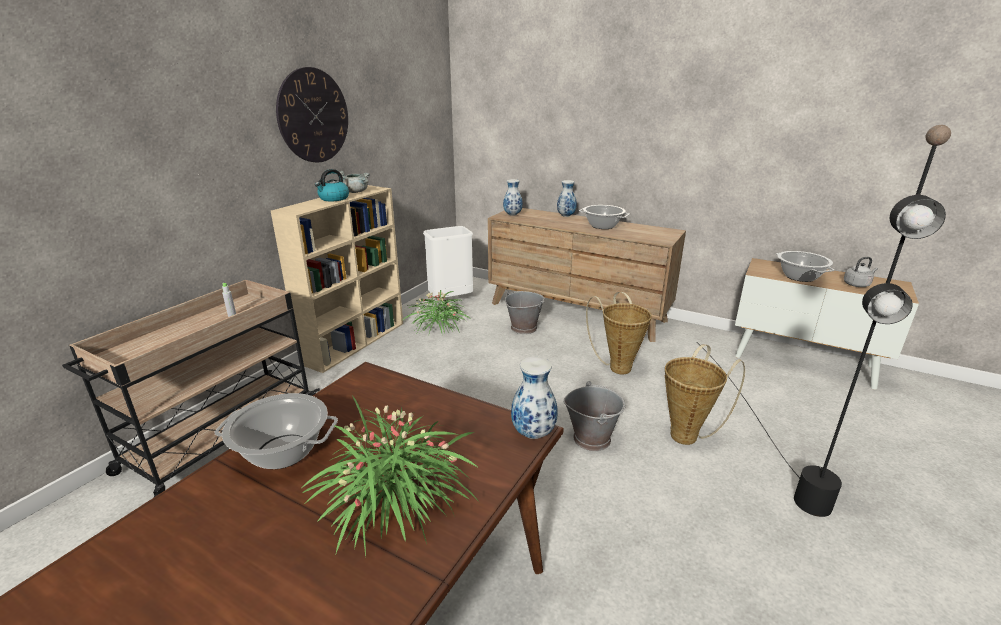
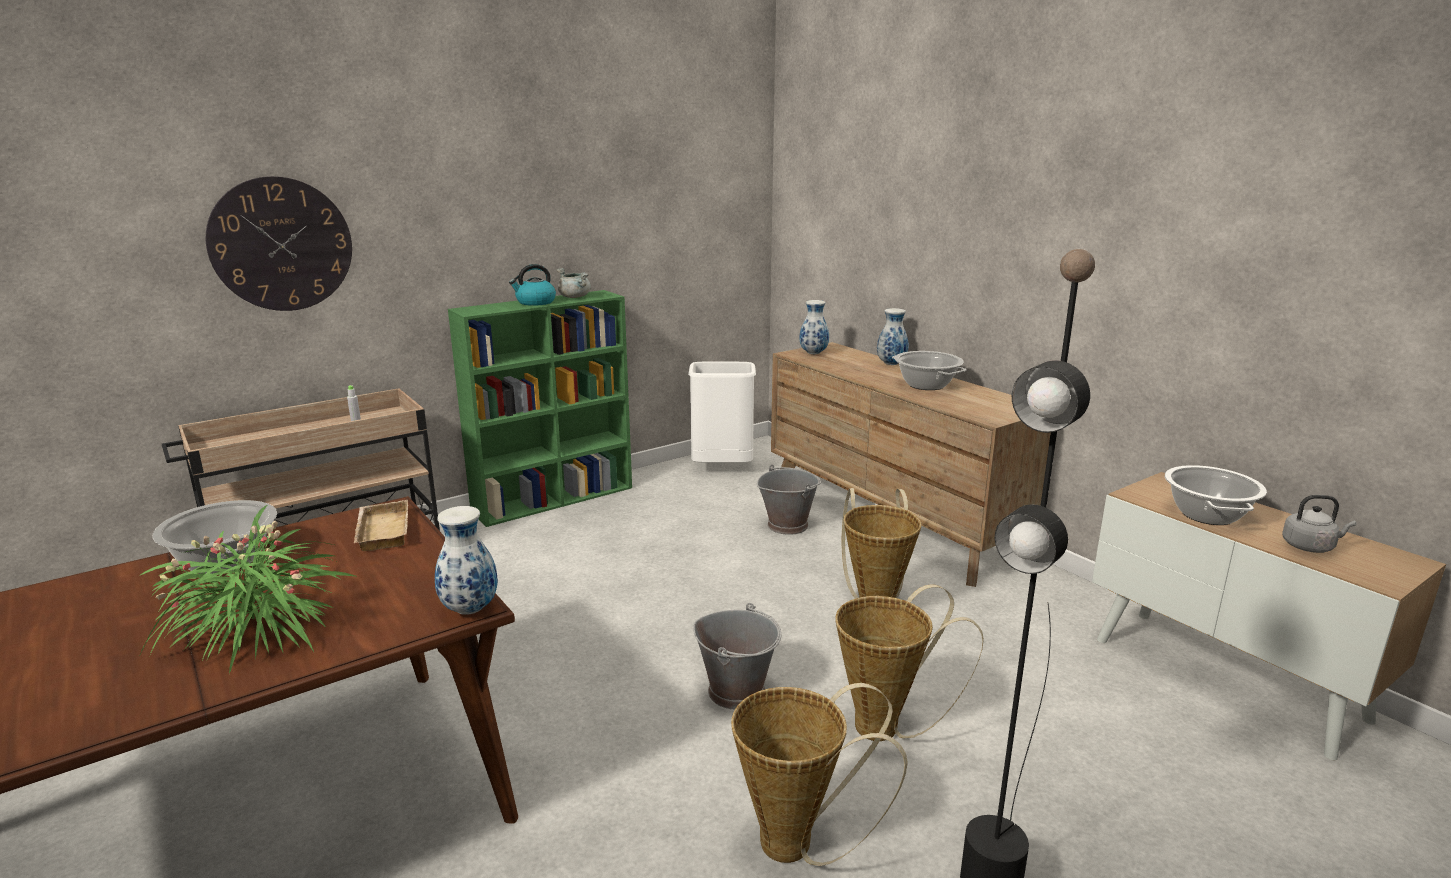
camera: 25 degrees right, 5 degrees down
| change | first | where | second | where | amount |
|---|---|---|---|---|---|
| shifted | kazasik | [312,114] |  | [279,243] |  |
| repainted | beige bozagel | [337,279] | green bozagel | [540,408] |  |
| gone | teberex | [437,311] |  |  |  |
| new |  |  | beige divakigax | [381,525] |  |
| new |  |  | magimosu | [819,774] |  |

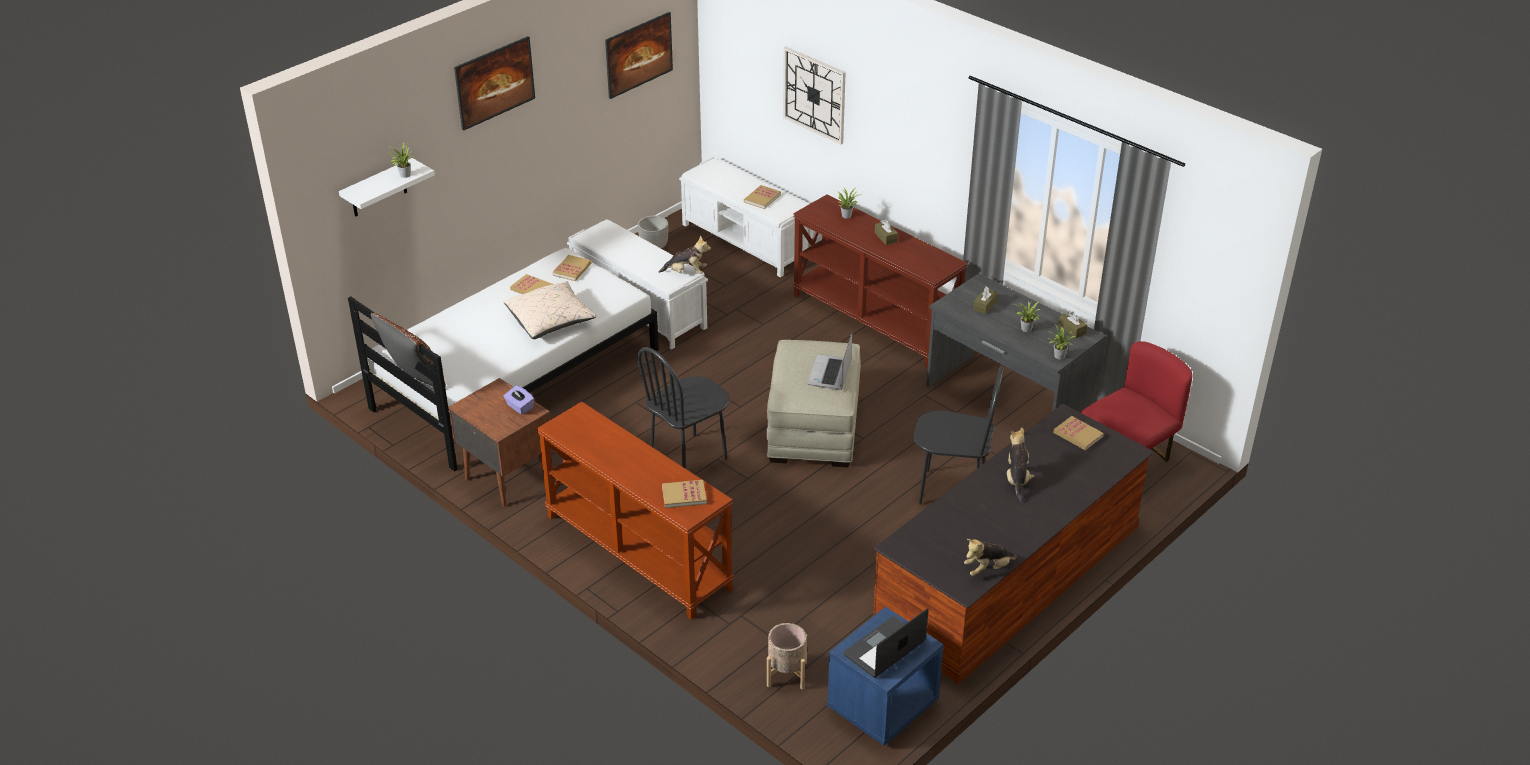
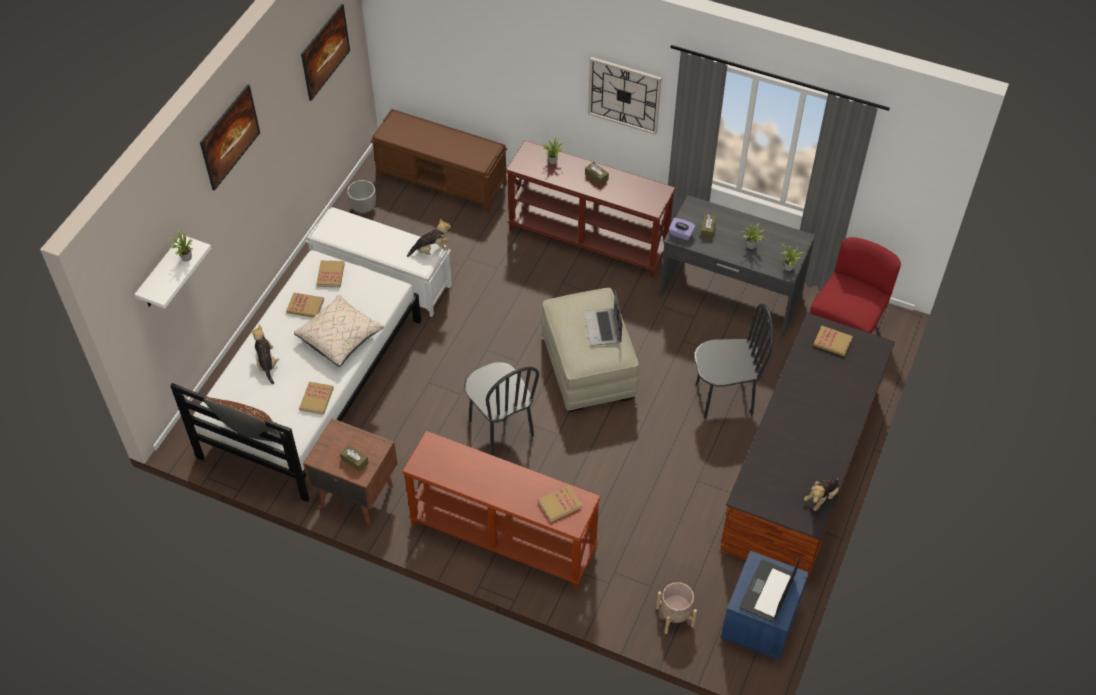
camera: 20 degrees left, 15 degrees up
| change | first | where | second | where | amount |
|---|---|---|---|---|---|
| shifted | kazasik | [814,96] |  | [625,96] |  |
| repainted | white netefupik | [746,216] | brown netefupik | [439,161] |  |
| shifted | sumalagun | [762,197] |  | [316,398] |  |
| shifted | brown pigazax | [1072,325] |  | [354,458] |  |
| rotated | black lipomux | [683,408] |  | [501,409] | 60 degrees counterclockwise |
| shifted | purple pigazax | [518,400] |  | [682,229] |  |
| shifted | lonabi | [1020,464] |  | [265,354] |  |

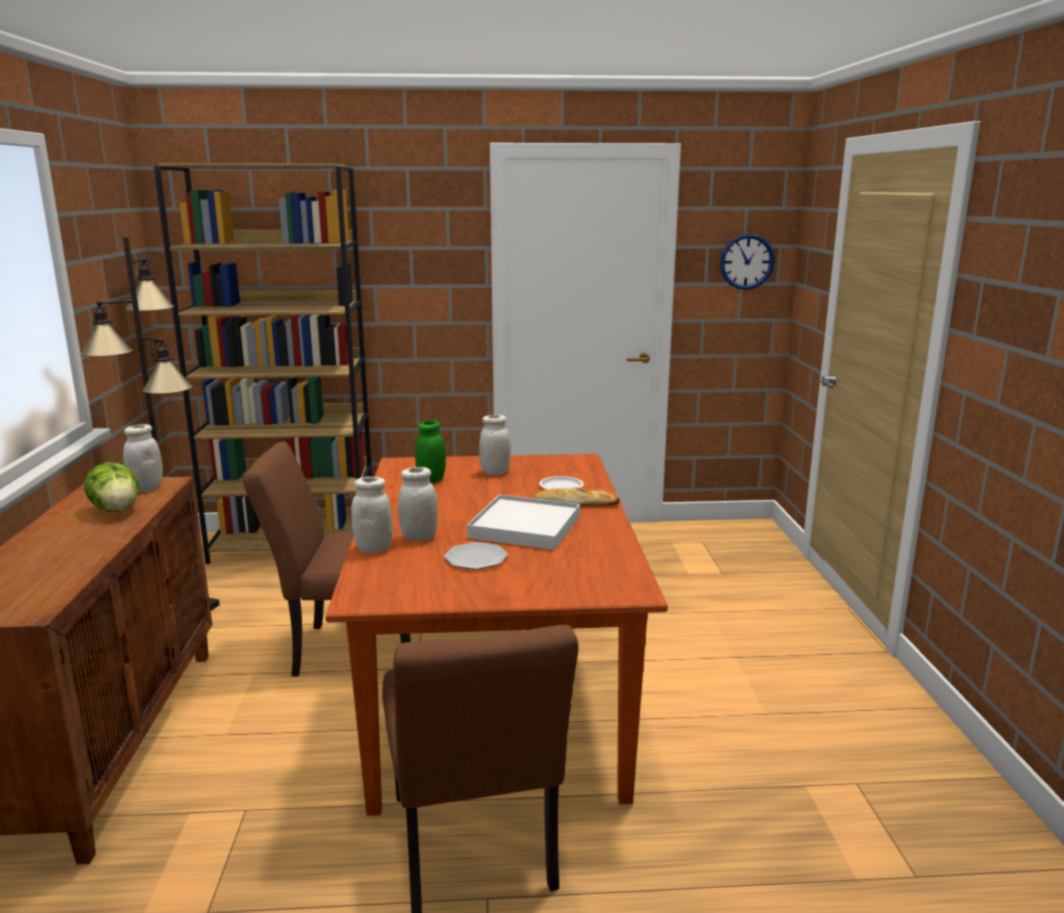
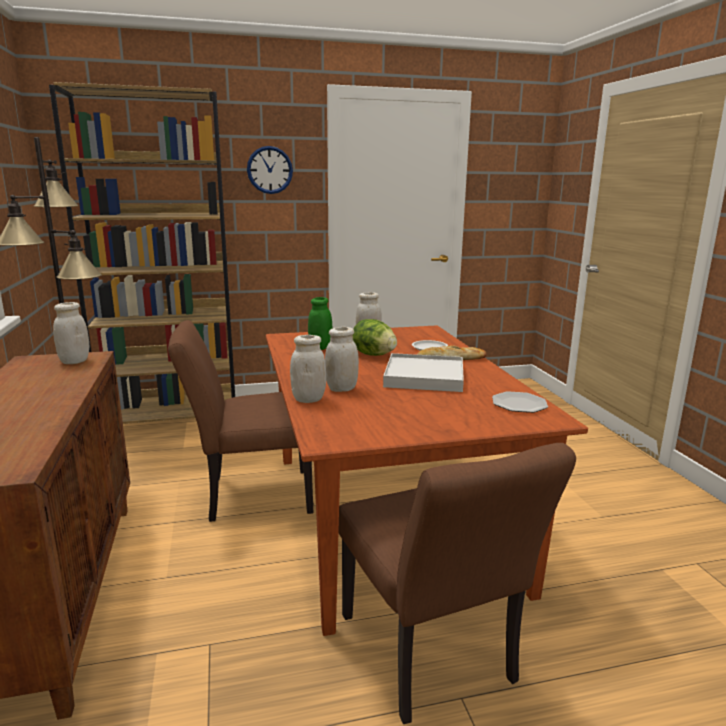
camera: 10 degrees left, 0 degrees up
| change | first | where | second | where | amount |
|---|---|---|---|---|---|
| shifted | kazasik | [747,262] |  | [270,170] |  |
| shifted | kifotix | [111,487] |  | [375,337] |  |
| shifted | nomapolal | [476,556] |  | [520,402] |  |

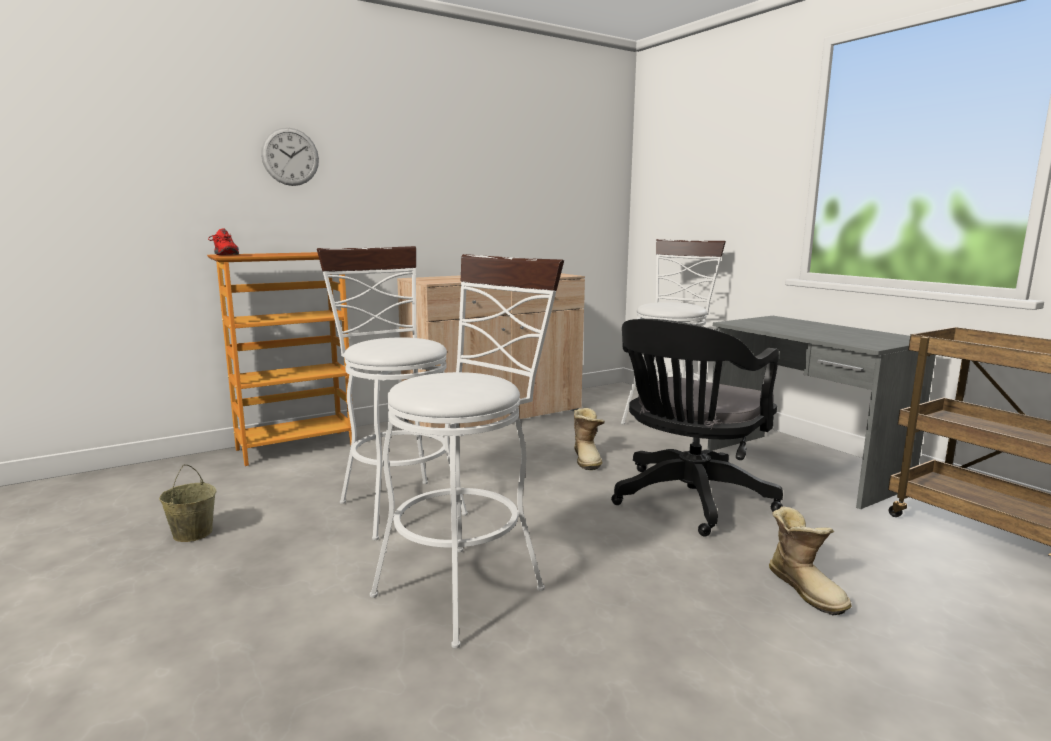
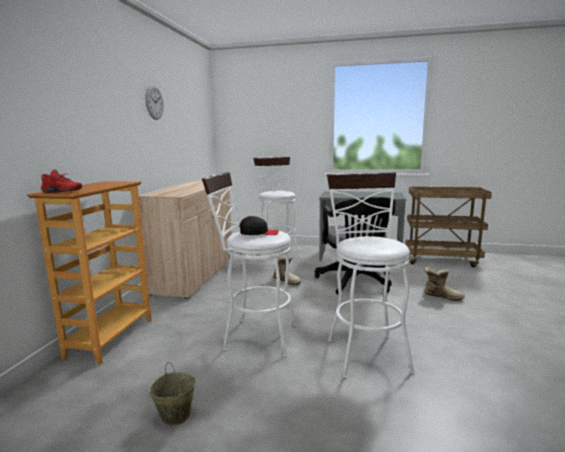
camera: 45 degrees left, 0 degrees up
| change | first | where | second | where | amount |
|---|---|---|---|---|---|
| shifted | kazasik | [290,156] |  | [154,102] |  |
| new |  |  | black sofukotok | [259,225] |  |

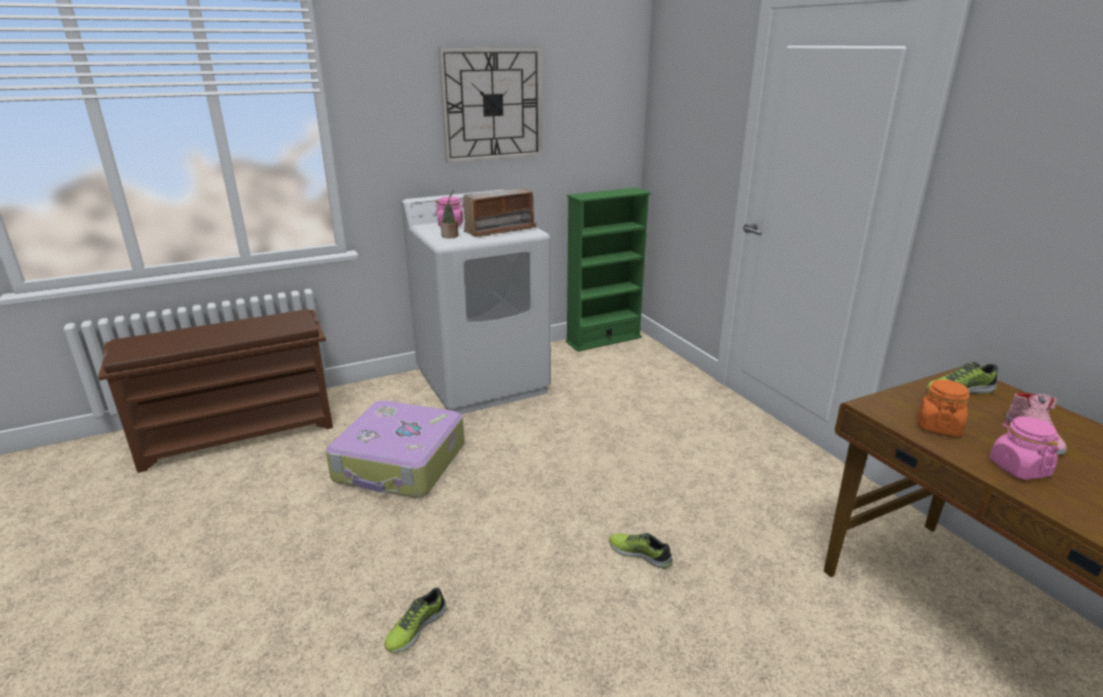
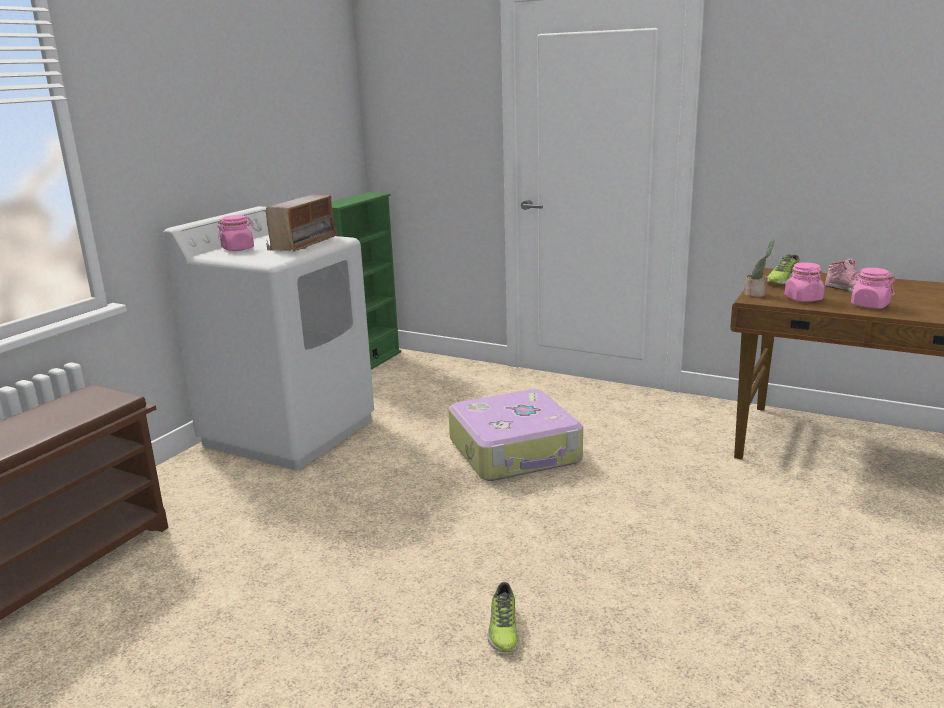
camera: 35 degrees left, 5 degrees down
| change | first | where | second | where | amount |
|---|---|---|---|---|---|
| gone | kazasik | [490,105] |  |  |  |
| shifted | teberex | [449,214] |  | [760,268] |  |
| repainted | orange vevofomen | [943,408] | pink vevofomen | [804,282] |  |
| shifted | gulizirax | [395,449] |  | [515,435] |  |
| gone | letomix | [641,551] |  |  |  |

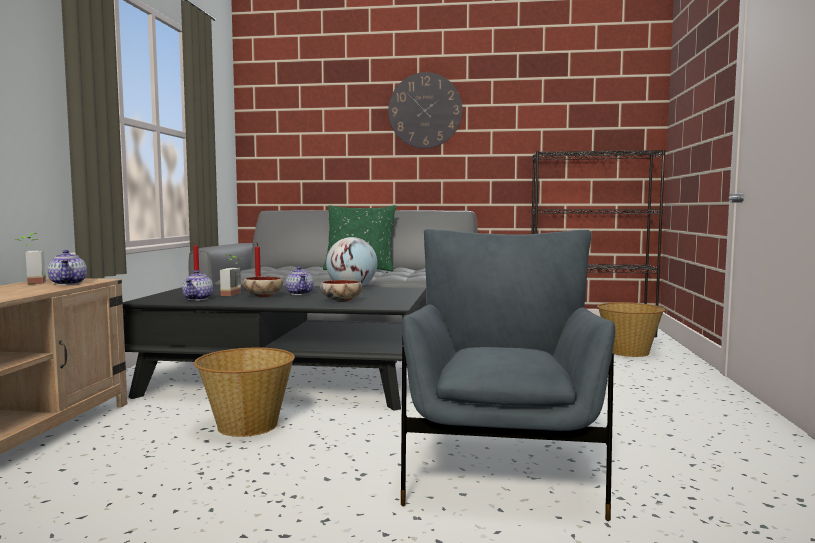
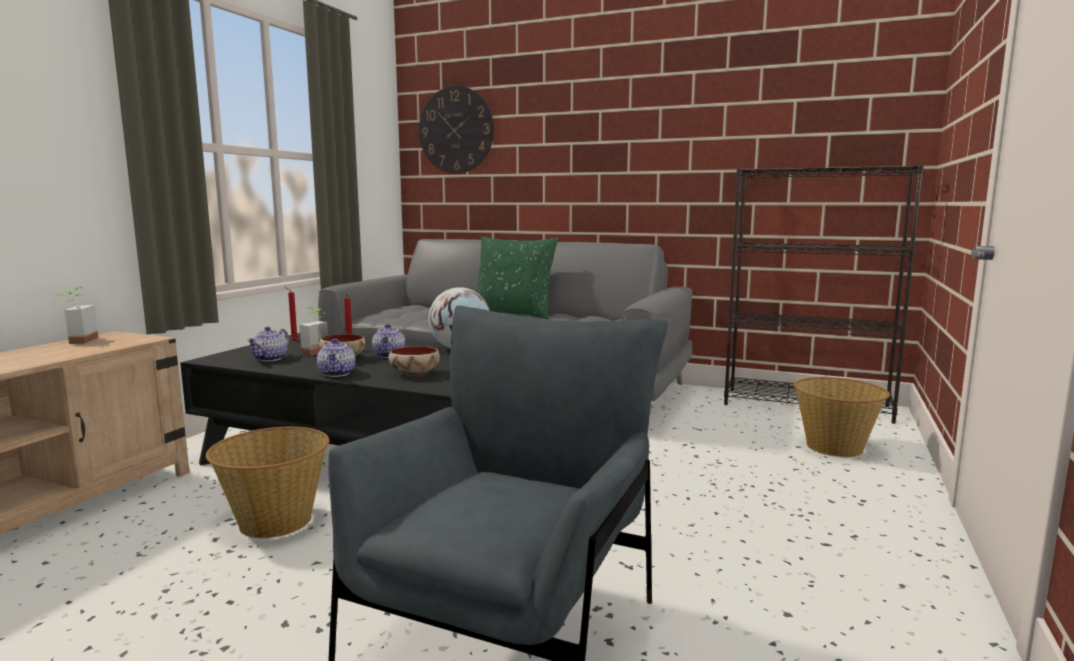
camera: 15 degrees right, 5 degrees up
| change | first | where | second | where | amount |
|---|---|---|---|---|---|
| shifted | kazasik | [425,110] |  | [456,130] |  |
| shifted | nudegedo | [67,267] |  | [336,357] |  |

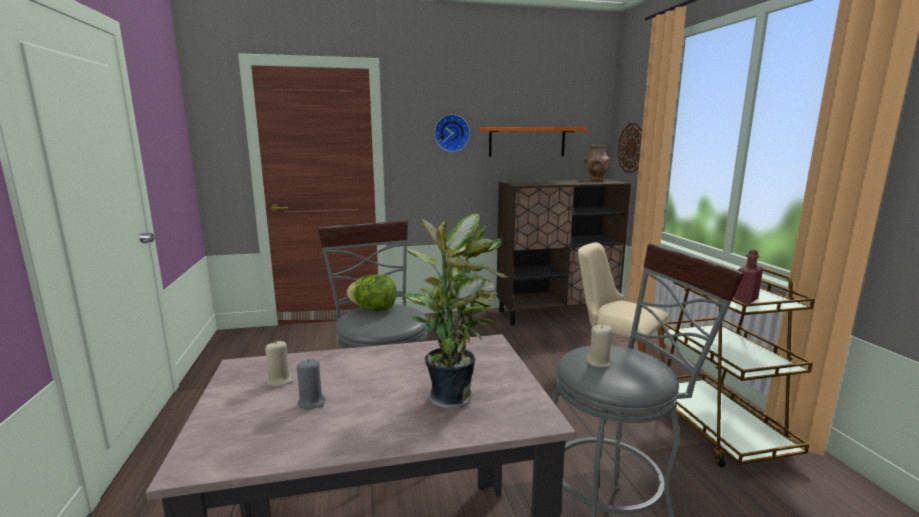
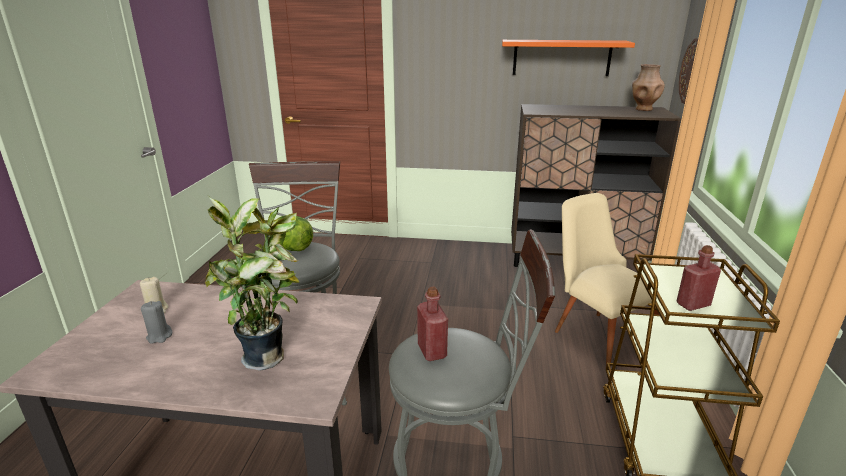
camera: 20 degrees right, 10 degrees up
| change | first | where | second | where | amount |
|---|---|---|---|---|---|
| gone | kazasik | [452,133] |  |  |  |
| swapped | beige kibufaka | [599,346] | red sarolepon | [432,324] |  |

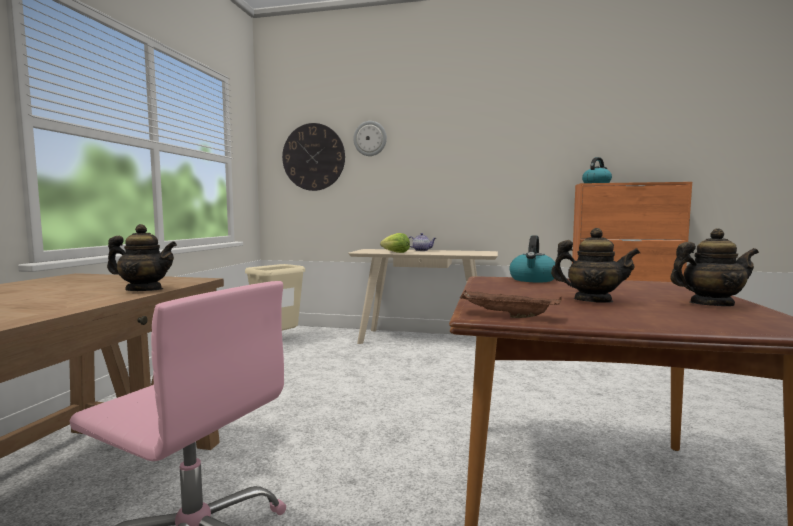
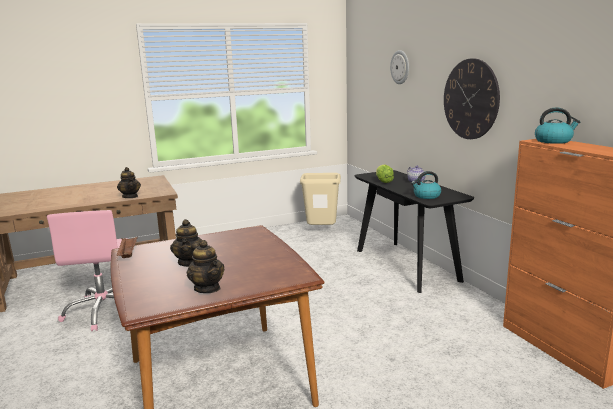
camera: 55 degrees right, 10 degrees up
| change | first | where | second | where | amount |
|---|---|---|---|---|---|
| shifted | kazasik | [313,157] |  | [472,98] |  |
| shifted | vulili | [532,258] |  | [426,185] |  |
| repainted | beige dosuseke | [423,296] | black dosuseke | [414,231] |  |

